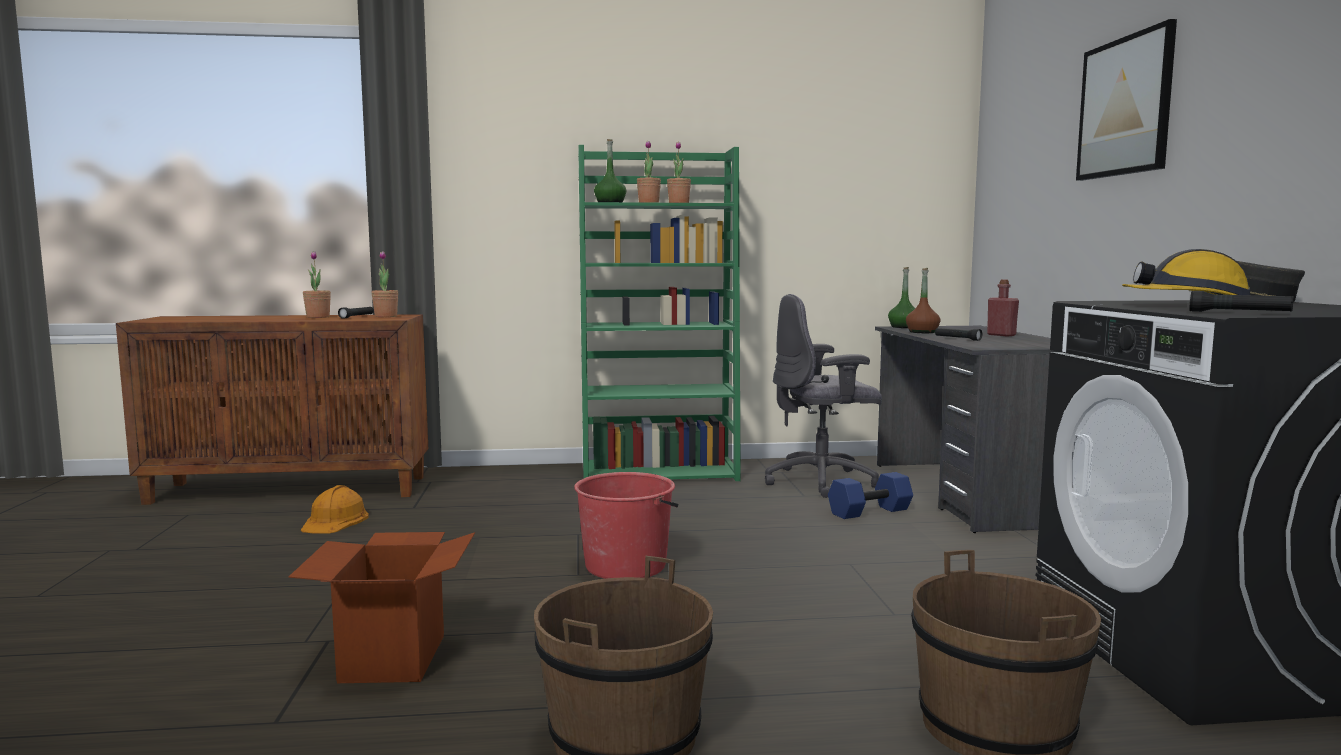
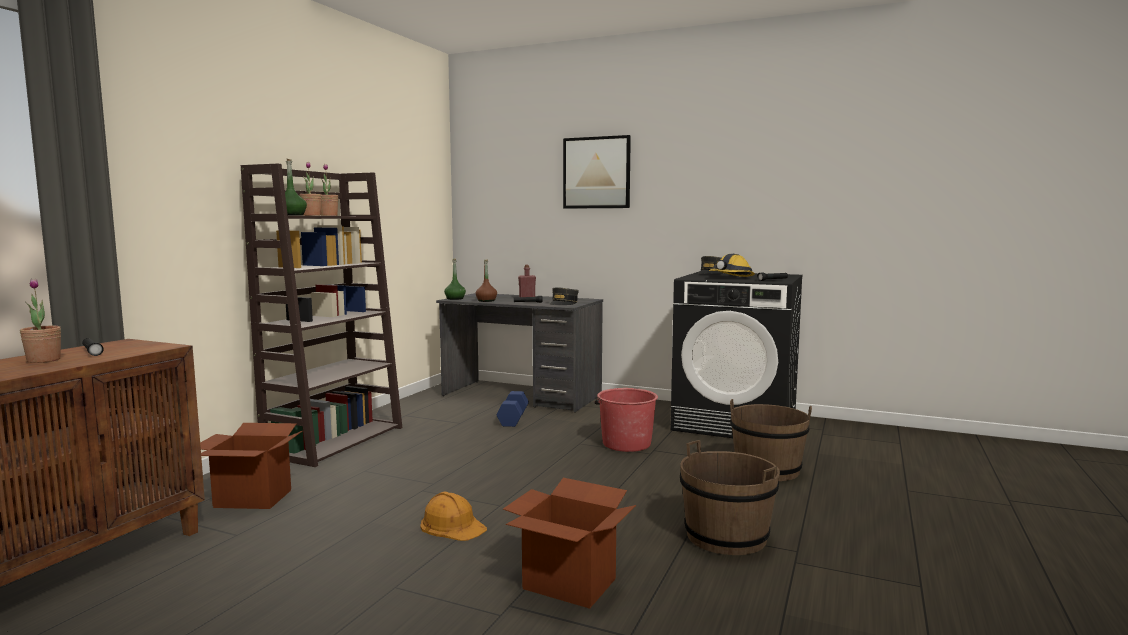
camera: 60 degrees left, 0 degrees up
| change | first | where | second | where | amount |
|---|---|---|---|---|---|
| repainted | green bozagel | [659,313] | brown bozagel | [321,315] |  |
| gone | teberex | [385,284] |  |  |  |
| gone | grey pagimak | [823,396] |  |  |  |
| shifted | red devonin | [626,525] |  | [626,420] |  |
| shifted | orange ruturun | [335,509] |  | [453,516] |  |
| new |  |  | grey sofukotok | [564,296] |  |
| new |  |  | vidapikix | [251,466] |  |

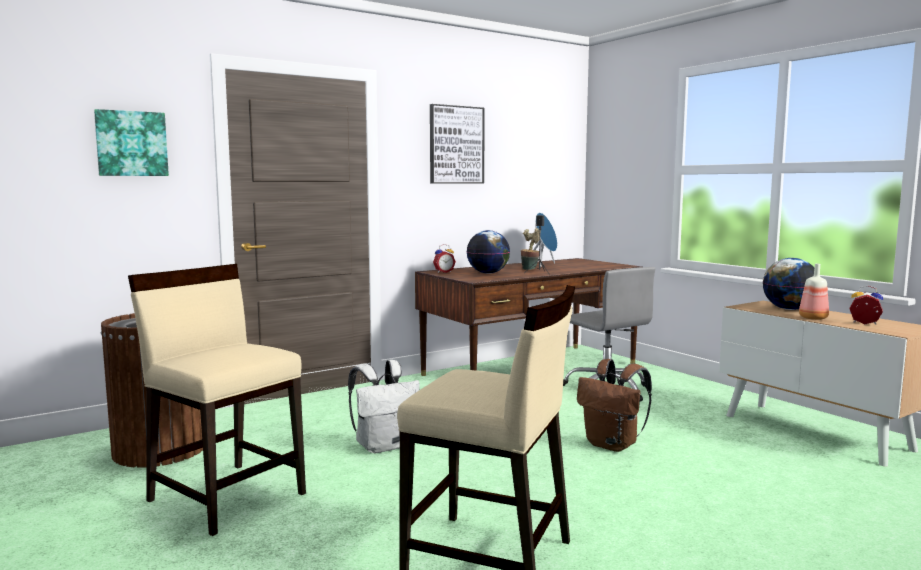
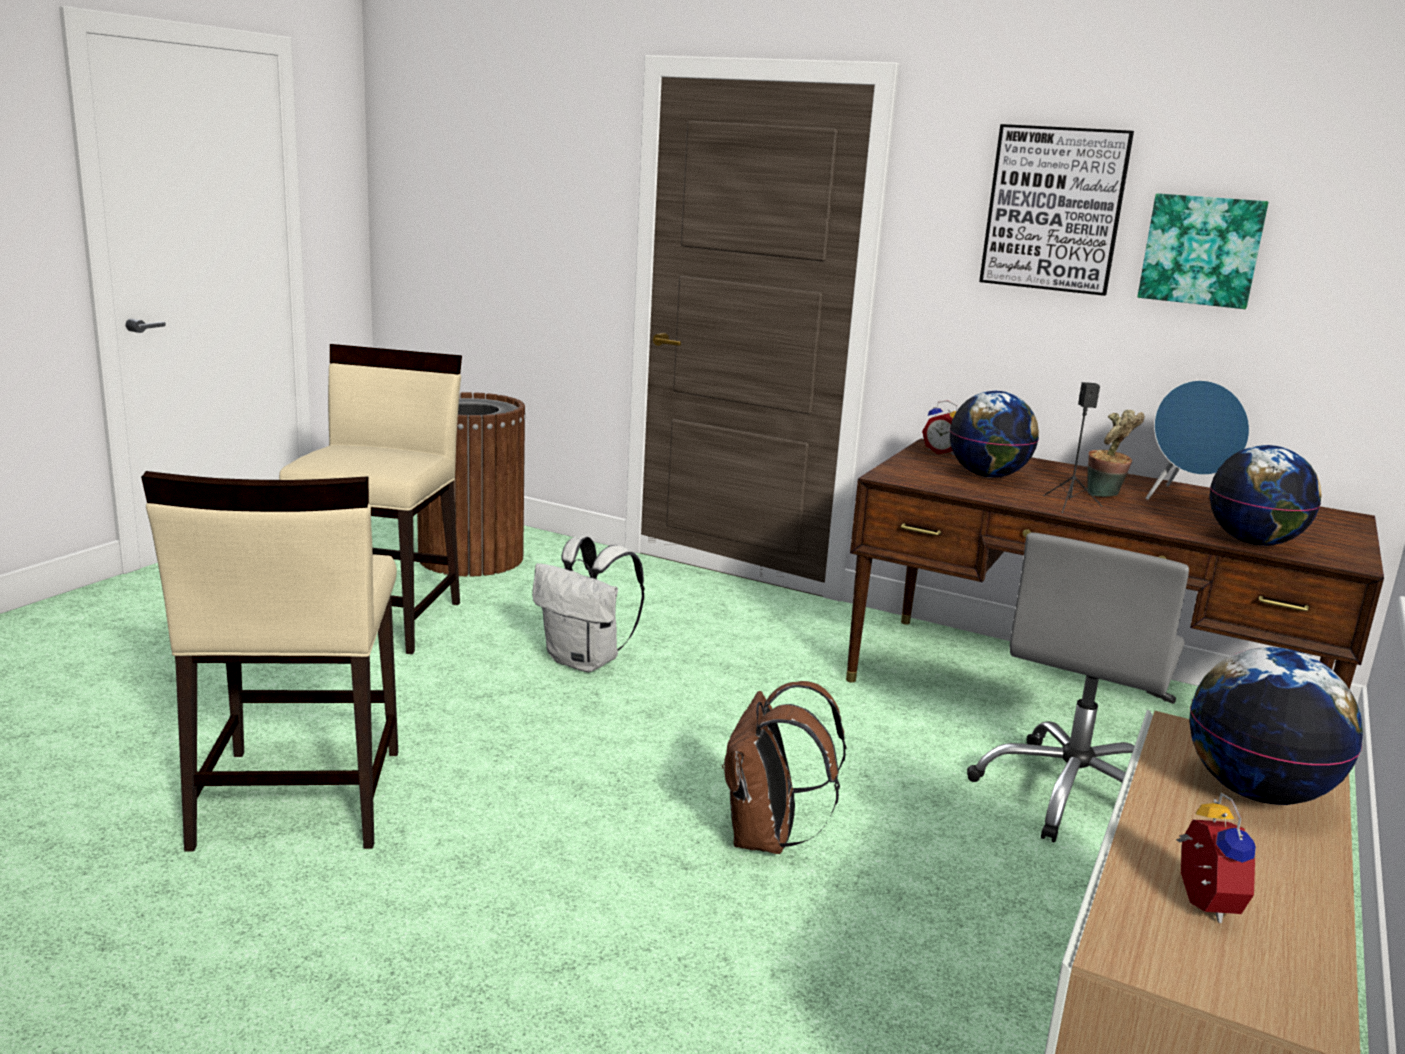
camera: 60 degrees right, 10 degrees up
| change | first | where | second | where | amount |
|---|---|---|---|---|---|
| shifted | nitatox | [131,142] |  | [1203,251] |  |
| gone | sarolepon | [814,292] |  |  |  |
| new |  |  | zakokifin | [1266,495] |  |

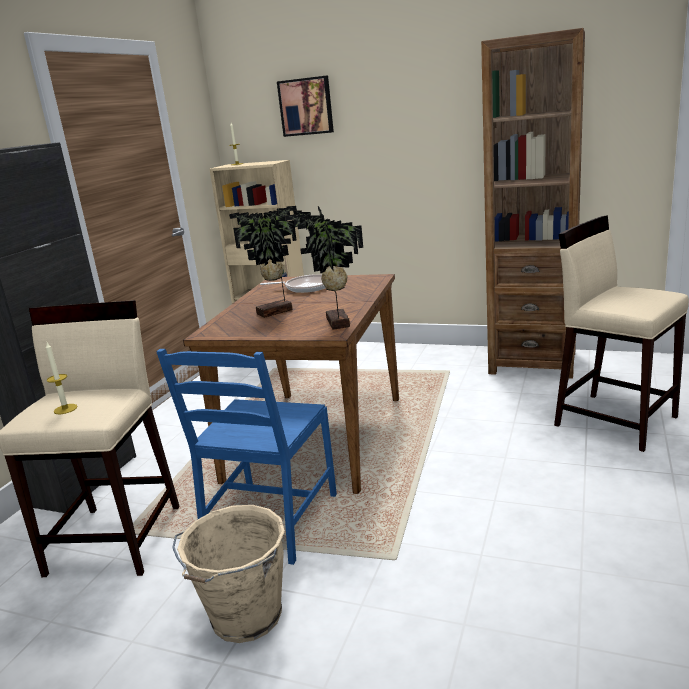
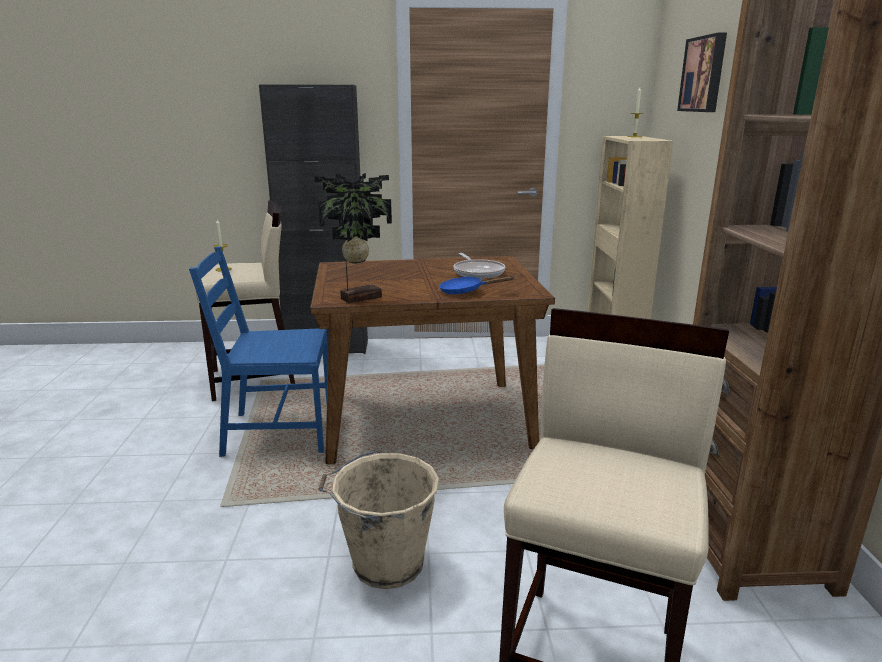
camera: 65 degrees right, 0 degrees up
| change | first | where | second | where | amount |
|---|---|---|---|---|---|
| gone | teberex | [263,262] |  |  |  |
| shifted | beige devonin | [228,574] |  | [378,520] |  |
| new |  |  | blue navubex | [477,285] |  |

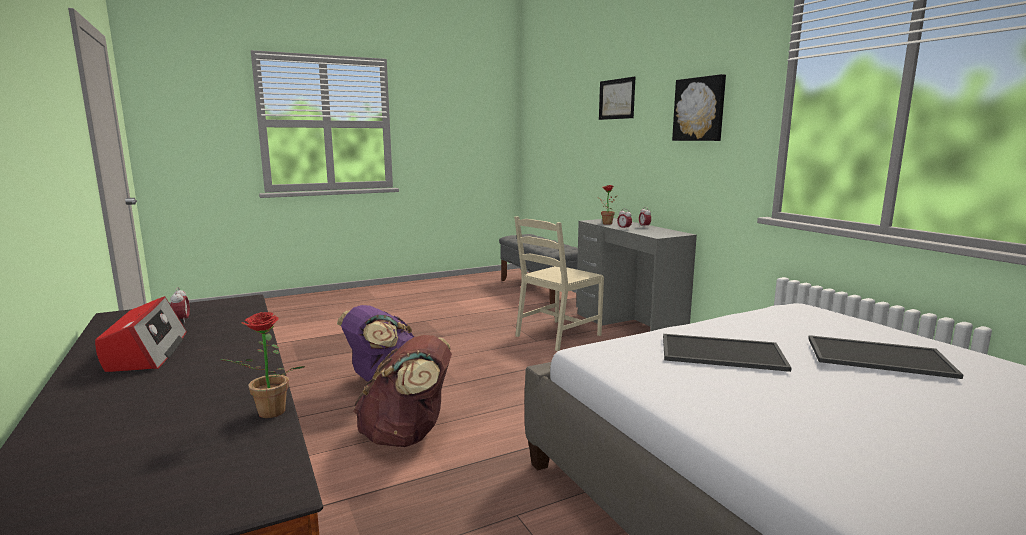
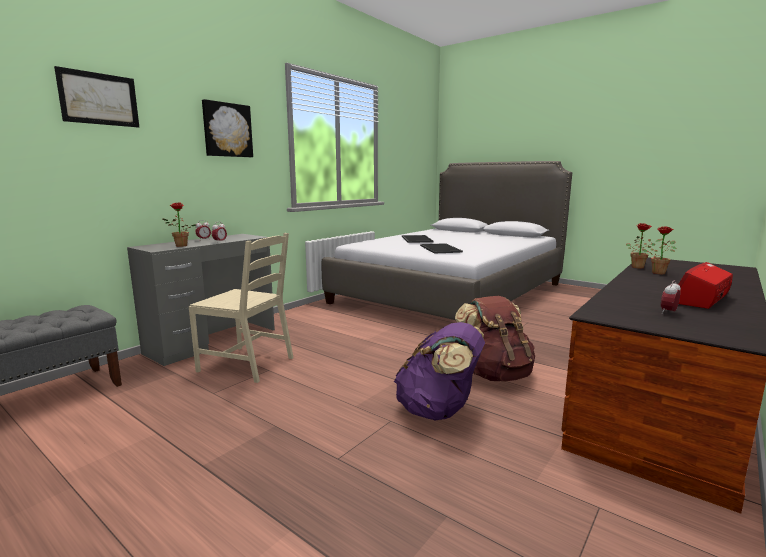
camera: 115 degrees left, 0 degrees up
| change | first | where | second | where | amount |
|---|---|---|---|---|---|
| new |  |  | teberex | [659,250] |  |

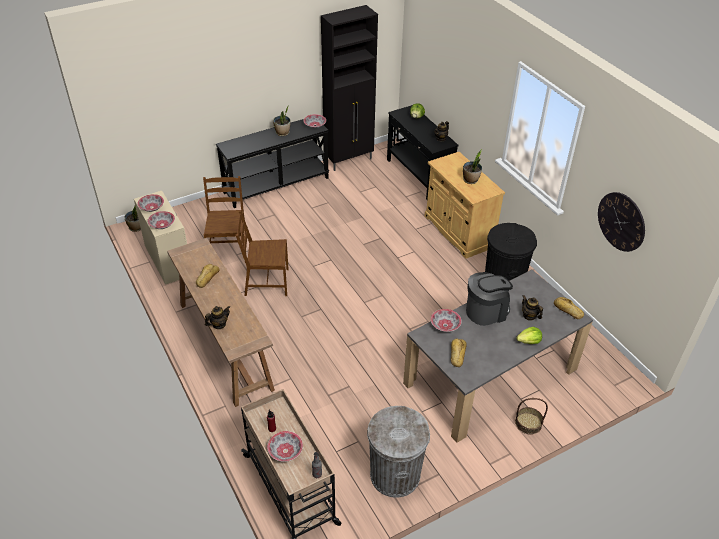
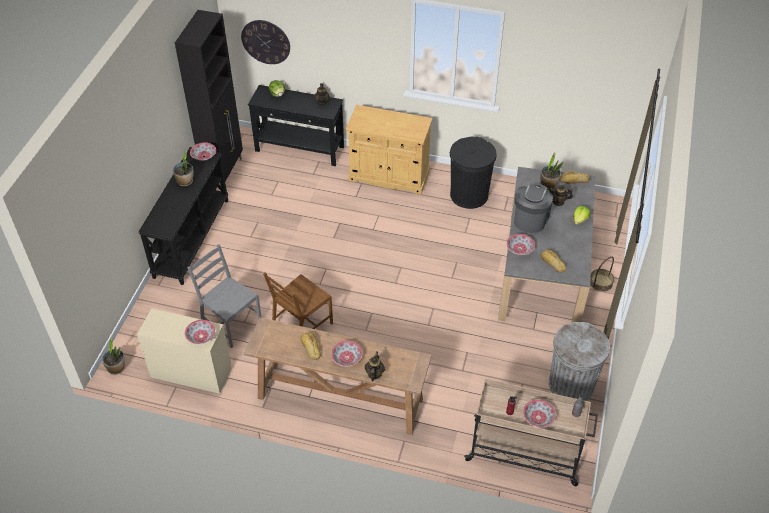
camera: 45 degrees left, 5 degrees up
| change | first | where | second | where | amount |
|---|---|---|---|---|---|
| shifted | teberex | [472,166] |  | [552,171] |  |
| repainted | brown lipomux | [224,212] | grey lipomux | [225,296] |  |
| shifted | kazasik | [621,222] |  | [265,42] |  |
| shifted | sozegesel | [150,203] |  | [346,354] |  |

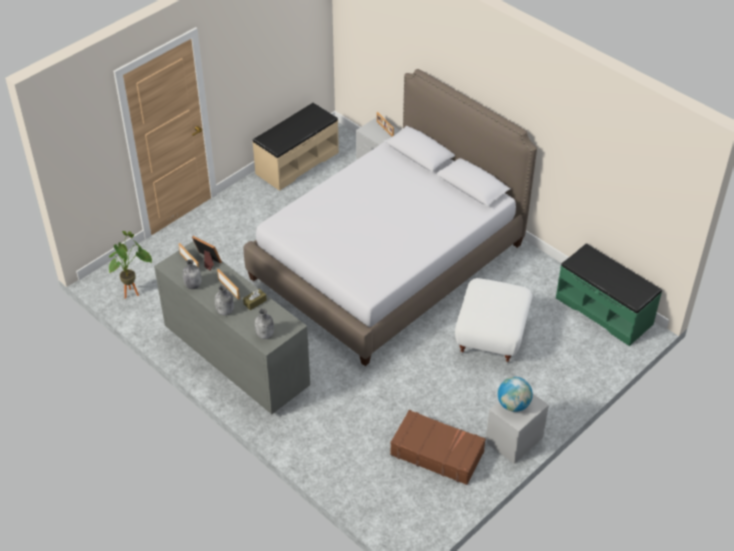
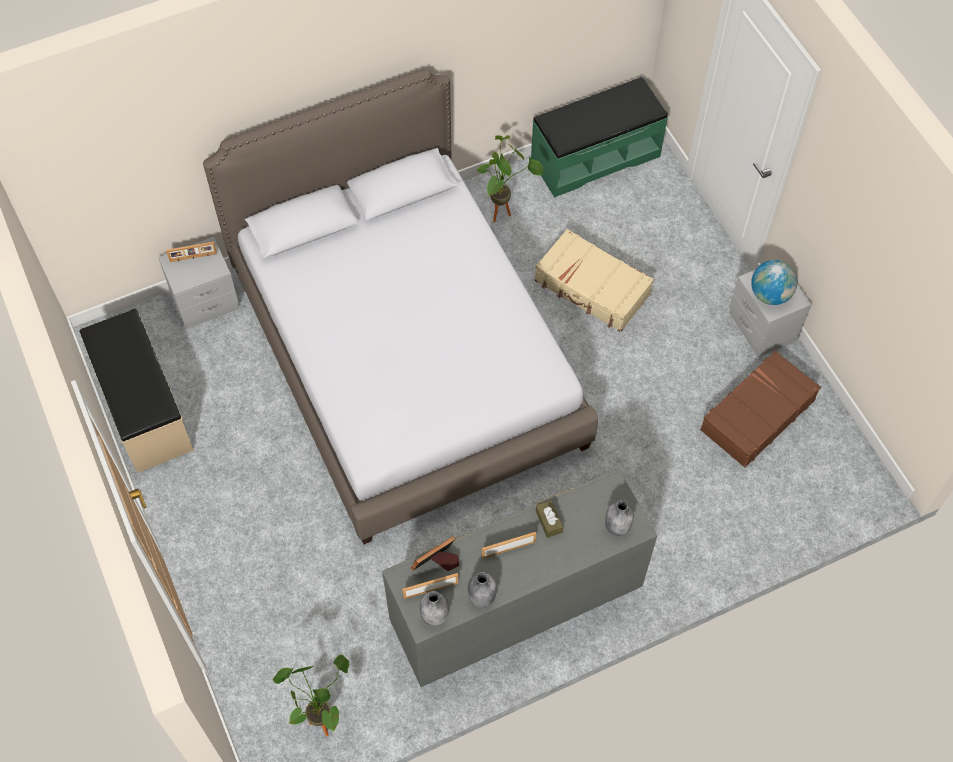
camera: 70 degrees left, 15 degrees up
| change | first | where | second | where | amount |
|---|---|---|---|---|---|
| swapped | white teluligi | [494,321] | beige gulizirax | [594,280] |  |
| shifted | grey sarolepon | [224,300] |  | [434,608] |  |
| new |  |  | teberex | [509,178] |  |

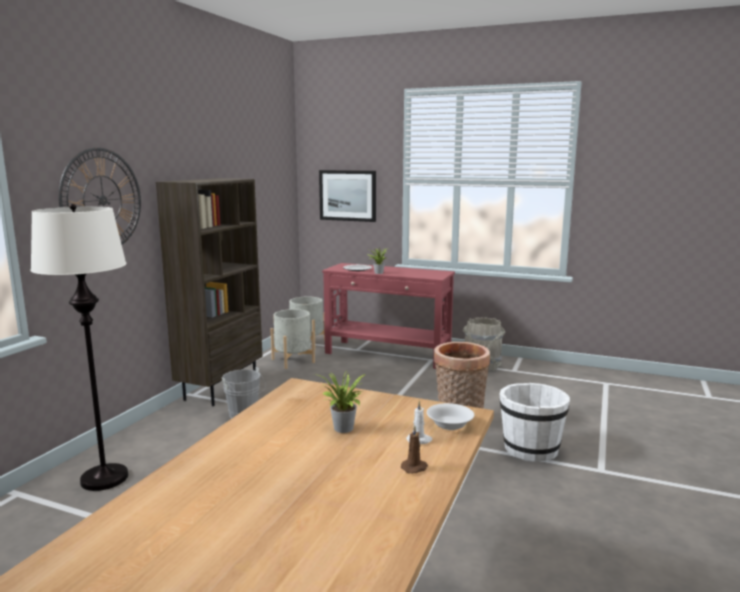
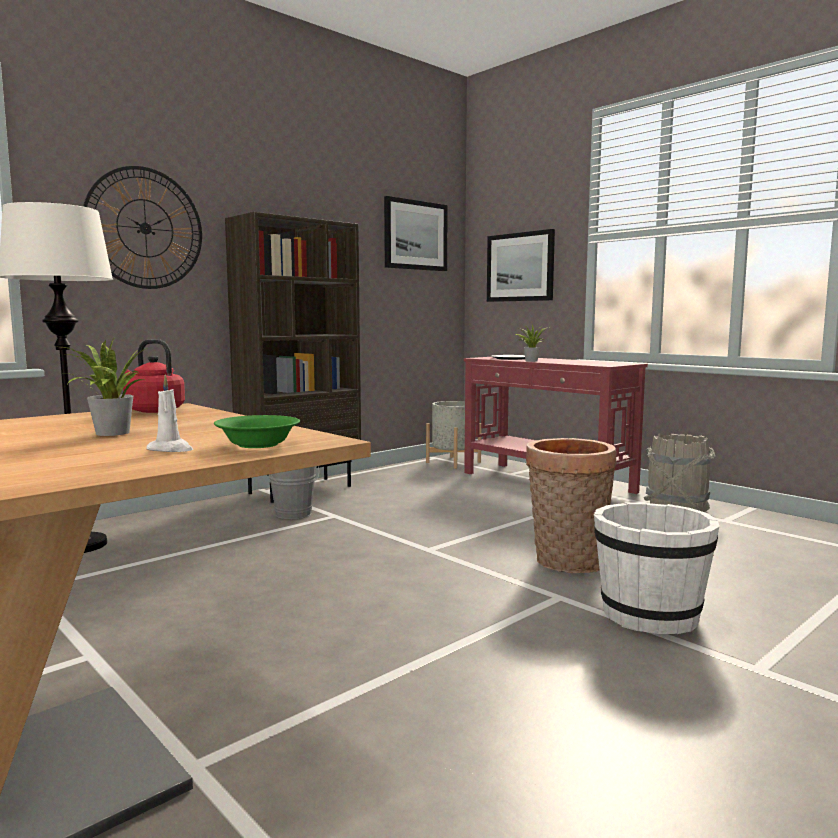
camera: 25 degrees right, 5 degrees down
| change | first | where | second | where | amount |
|---|---|---|---|---|---|
| gone | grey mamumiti | [292,339] |  |  |  |
| repainted | white sozegesel | [450,416] | green sozegesel | [257,431] |  |
| gone | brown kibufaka | [414,449] |  |  |  |
| new |  |  | nitatox | [416,233] |  |
| new |  |  | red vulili | [154,376] |  |

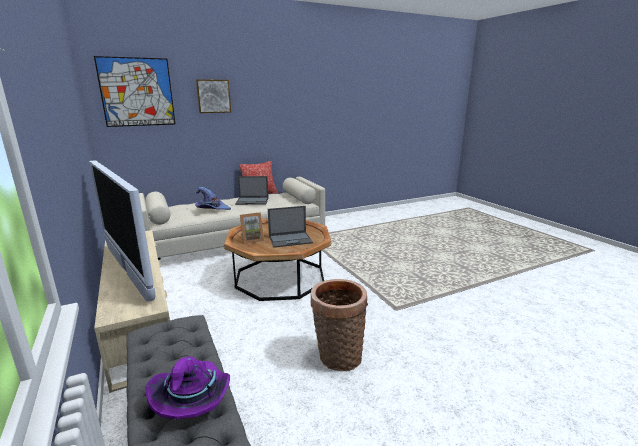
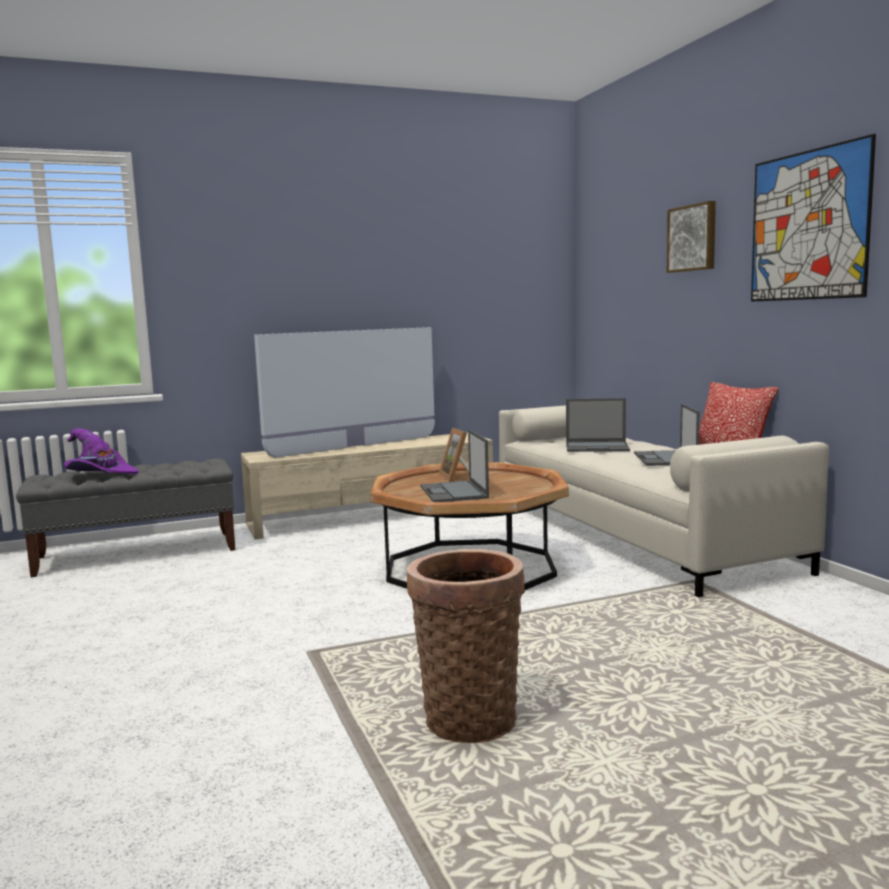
camera: 95 degrees right, 10 degrees down
| change | first | where | second | where | amount |
|---|---|---|---|---|---|
| shifted | nitatox | [135,91] |  | [813,218] |  |
| swapped | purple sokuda | [213,198] | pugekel | [598,425] |  |
| shifted | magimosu | [339,325] |  | [466,646] |  |

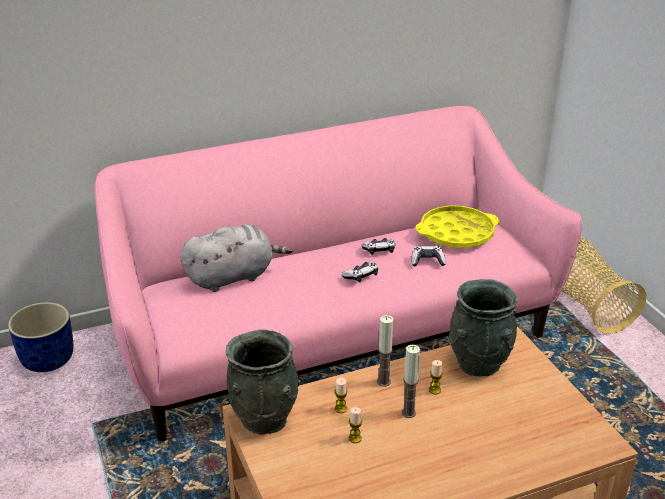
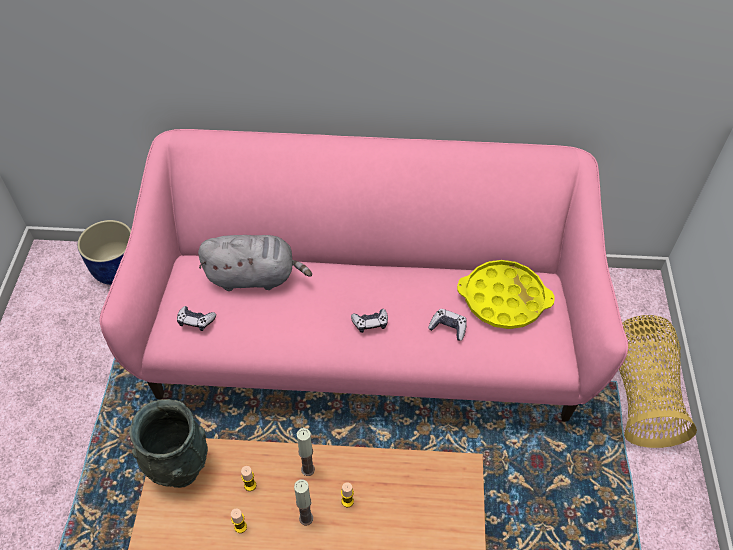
camera: 25 degrees right, 20 degrees up
| change | first | where | second | where | amount |
|---|---|---|---|---|---|
| shifted | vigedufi | [378,246] |  | [196,318] |  |
| gone | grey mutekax | [483,327] |  |  |  |

